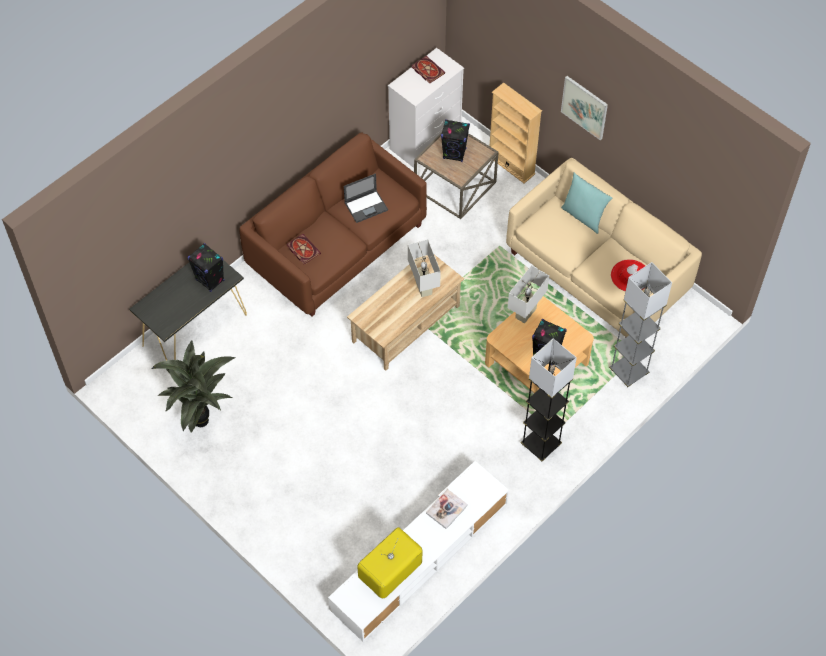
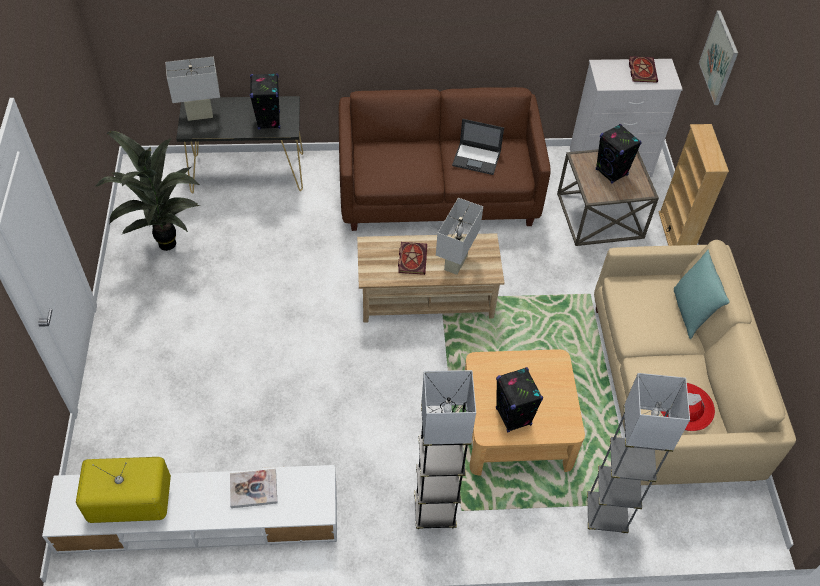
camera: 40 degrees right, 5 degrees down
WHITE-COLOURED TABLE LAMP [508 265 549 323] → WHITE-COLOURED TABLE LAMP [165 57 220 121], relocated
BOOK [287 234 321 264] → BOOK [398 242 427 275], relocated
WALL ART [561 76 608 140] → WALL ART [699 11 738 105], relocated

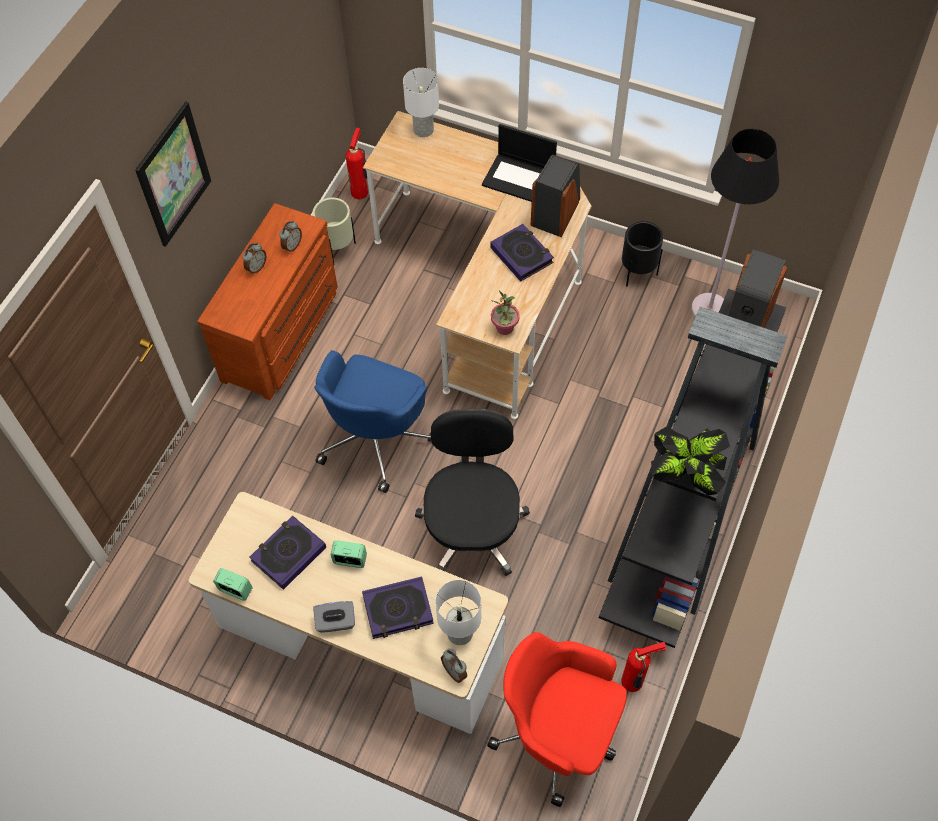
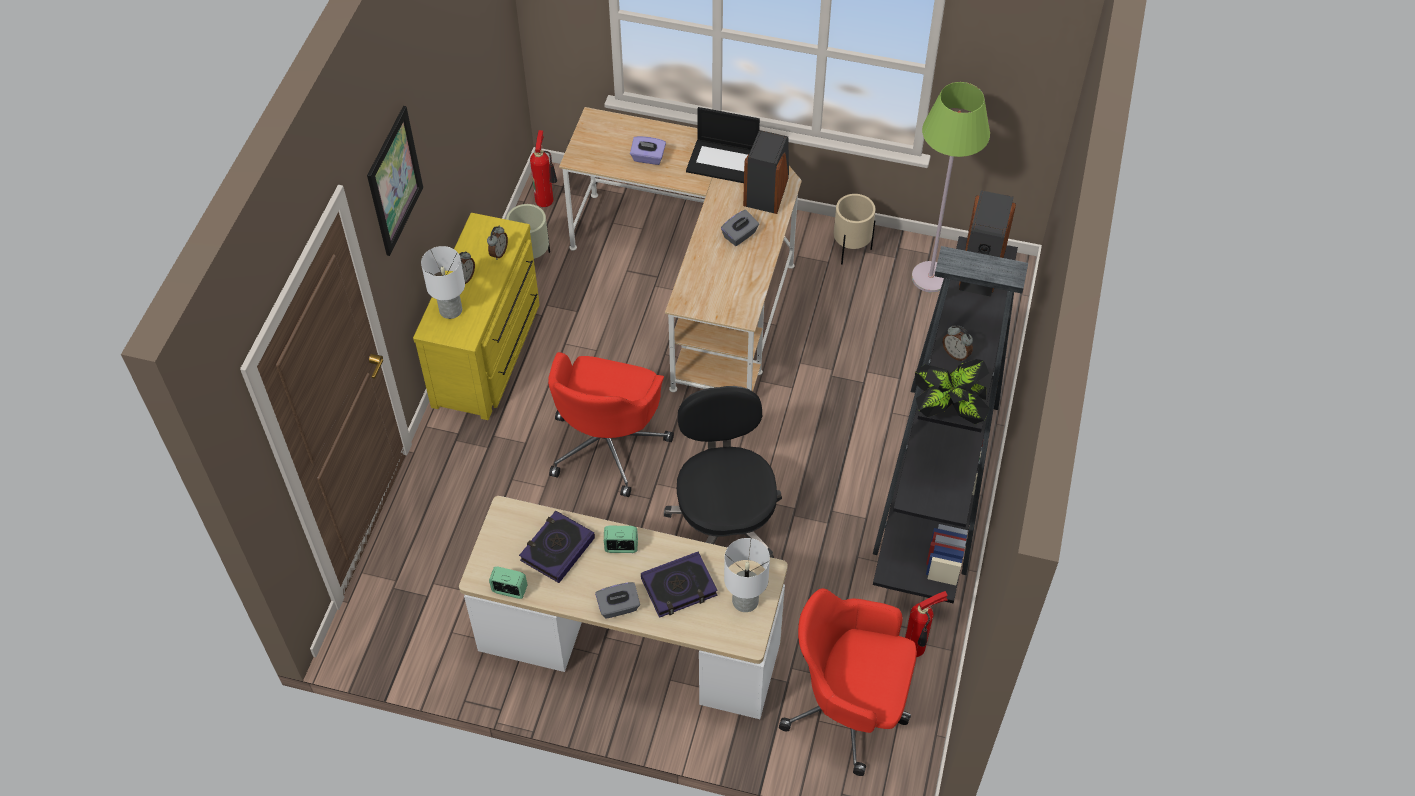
camera: 10 degrees left, 5 degrees down
BROWN DRAWER CHEST [197 203 338 401] → YELLOW-COLOURED DRAWER CHEST [413 213 540 420]
WHITE-COLOURED TABLE LAMP [403 68 439 137] → WHITE-COLOURED TABLE LAMP [421 246 465 319], relocated
BLUE-COLOURED COMPUTER CHAIR [315 350 432 493] → RED COMPUTER CHAIR [548 352 674 497]
- → PURPLE-COLOURED TISSUE HOLDER [630 136 666 165]
BOOK [490 224 554 282] → GRAY TISSUE HOLDER [721 210 759 246]
BLACK PLANTER [622 221 663 286] → BEIGE-COLOURED PLANTER [834 194 875 264]
BLACK STANDING LAMP [691 129 779 317] → GREENISH STANDING LAMP [912 82 990 293]
TABLE CLOCK [441 649 467 683] → TABLE CLOCK [943 326 973 361], relocated
HOUSEPLANT [491 290 520 335] → -

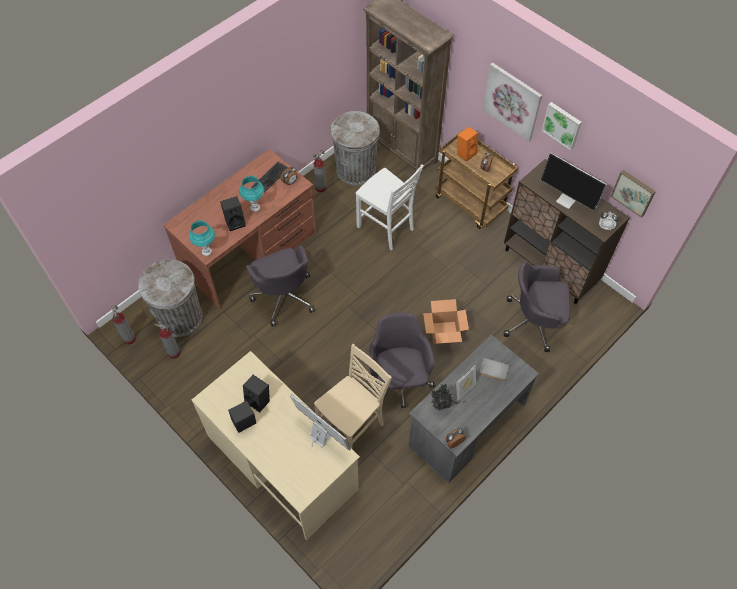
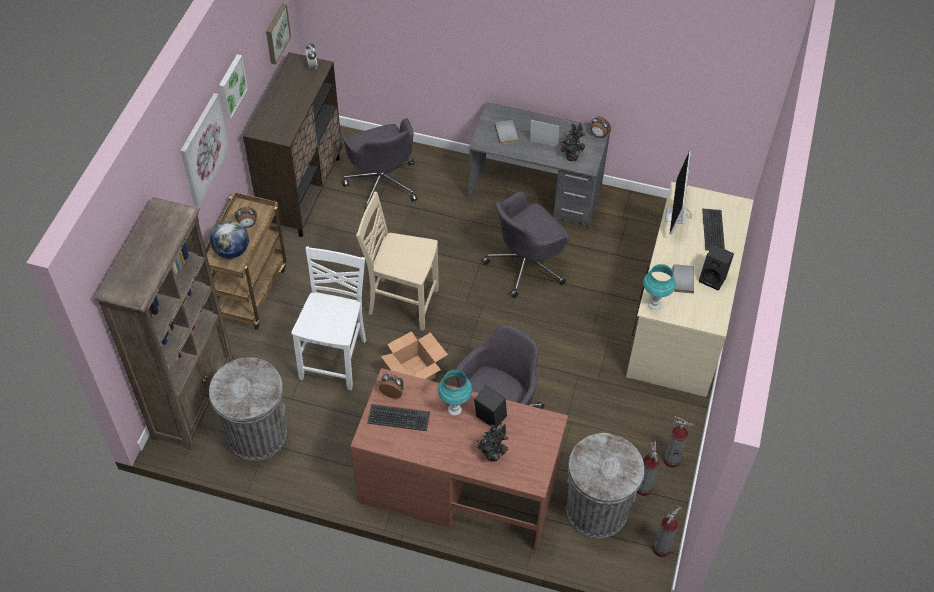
camera: 120 degrees left, 5 degrees down
ORANGE-COLOURED AUDIO SPEAKER [457 127 478 162] → WORLD GLOBE [210 220 249 259]
BEIGE-COLOURED PLAIN CHAIR [314 344 392 448] → BEIGE-COLOURED PLAIN CHAIR [356 192 439 331], relocated
PACKING BOX [423 299 469 344] → PACKING BOX [381 331 448 380], relocated
- → HOUSEPLANT [476 422 508 462]
BLUE-GREEN TABLE LAMP [189 220 215 256] → BLUE-GREEN TABLE LAMP [643 264 676 310], relocated
EXTINGUISHER [313 150 326 192] → EXTINGUISHER [663 416 694 468], relocated
BLACK AUDIO SPEAKER [243 375 270 413] → GRAY BOOK [673 264 694 293]
- → PC KEYBOARD [702 209 725 251]
MONITOR [541 153 607 211] → -

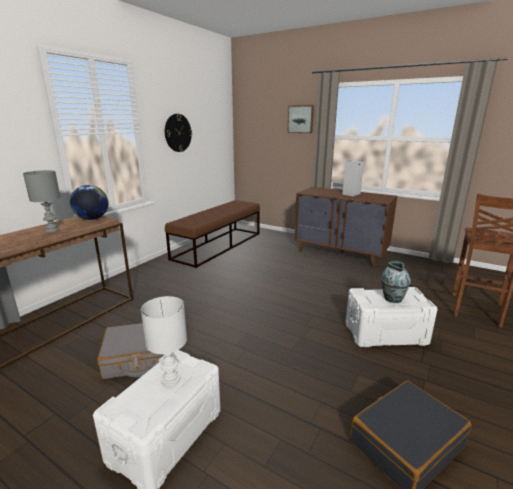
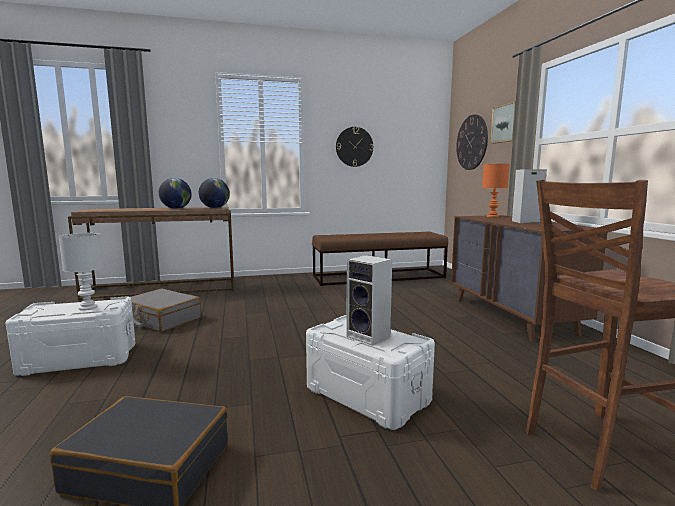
camera: 45 degrees right, 10 degrees down
GRAY TABLE LAMP [23 170 61 232] → WORLD GLOBE [159 178 192 209]
FLOWER VASE [381 261 411 303] → AUDIO SPEAKER [346 255 392 346]
- → WALL CLOCK [456 114 488 170]
- → ORANGE-COLOURED TABLE LAMP [482 164 509 217]

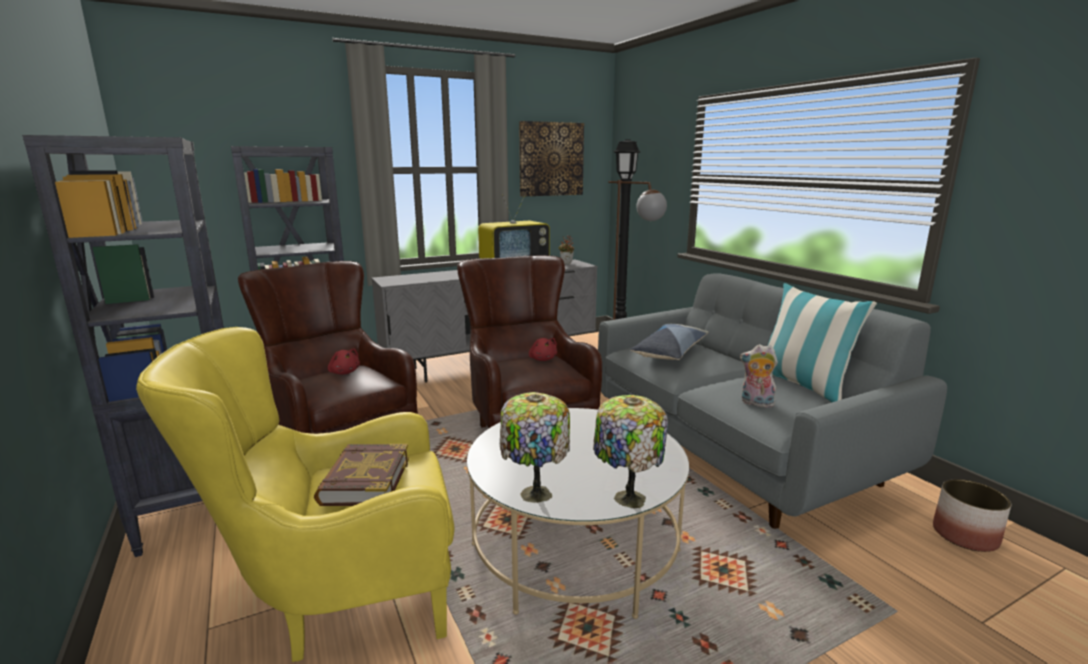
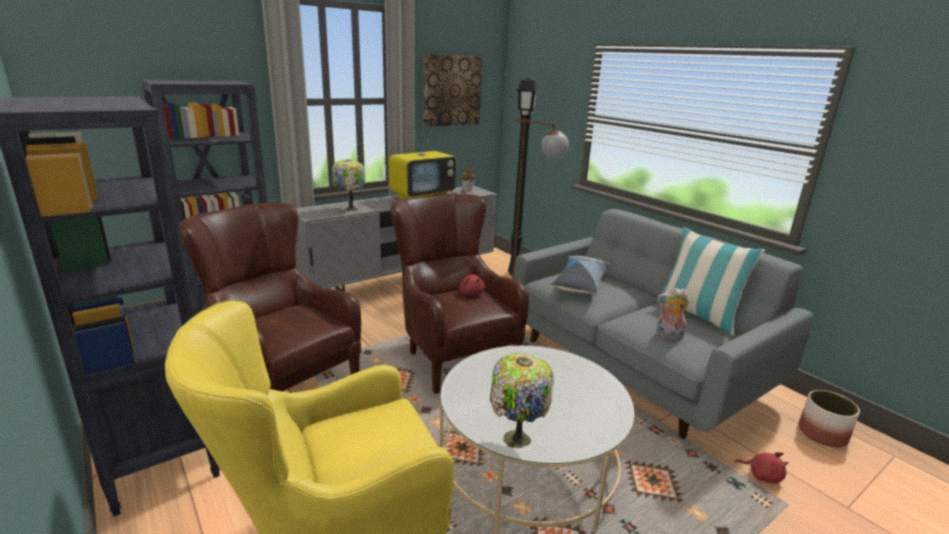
camera: 10 degrees left, 5 degrees up
TABLE LAMP [593 395 668 508] → TABLE LAMP [332 159 364 211], relocated
RED SOFT TOY [328 348 360 375] → RED SOFT TOY [735 452 789 484], relocated
BOOK [314 444 409 506] → -

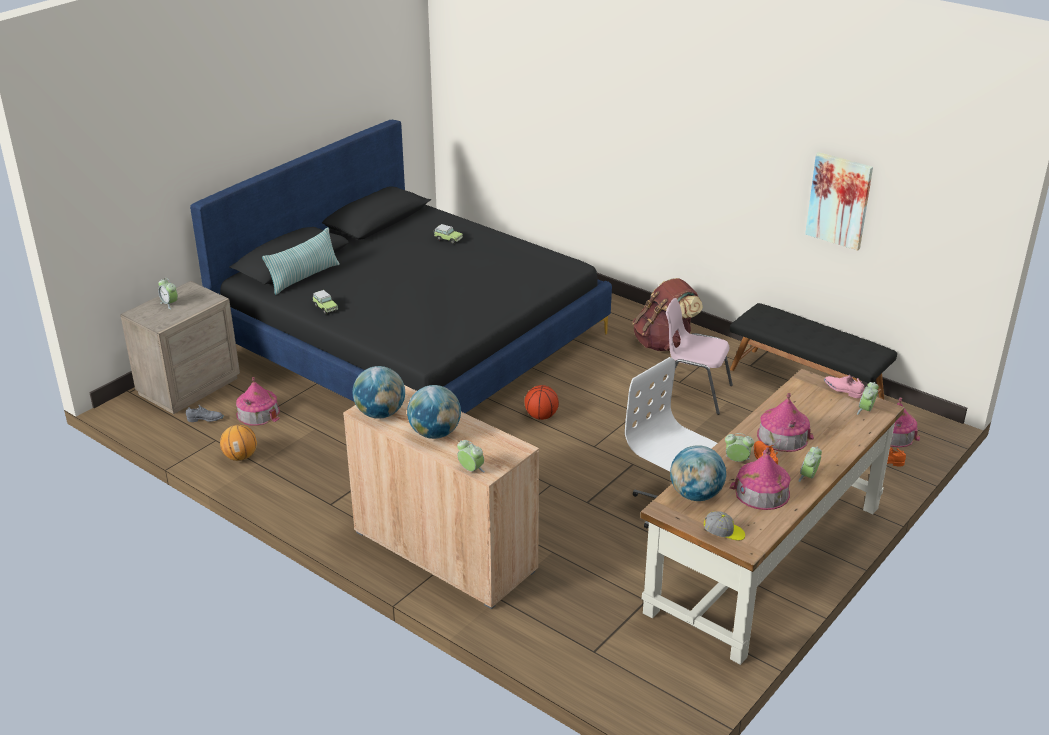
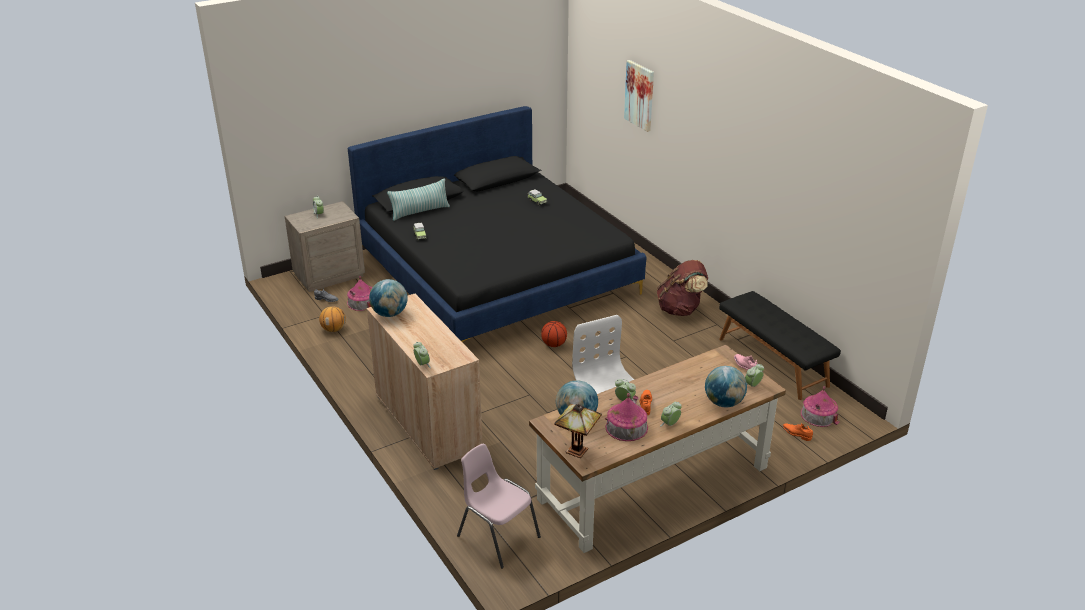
camera: 20 degrees right, 0 degrees up
PINK PLAIN CHAIR [661 298 733 415] → PINK PLAIN CHAIR [457 444 541 569], relocated
CAP [704 511 745 541] → TABLE LAMP [554 404 602 458]
WALL ART [805 152 873 251] → WALL ART [624 60 654 132], relocated
WORLD GLOBE [407 385 461 439] → WORLD GLOBE [705 366 747 407], relocated
MINIATURE HOUSE [757 393 814 452] → -

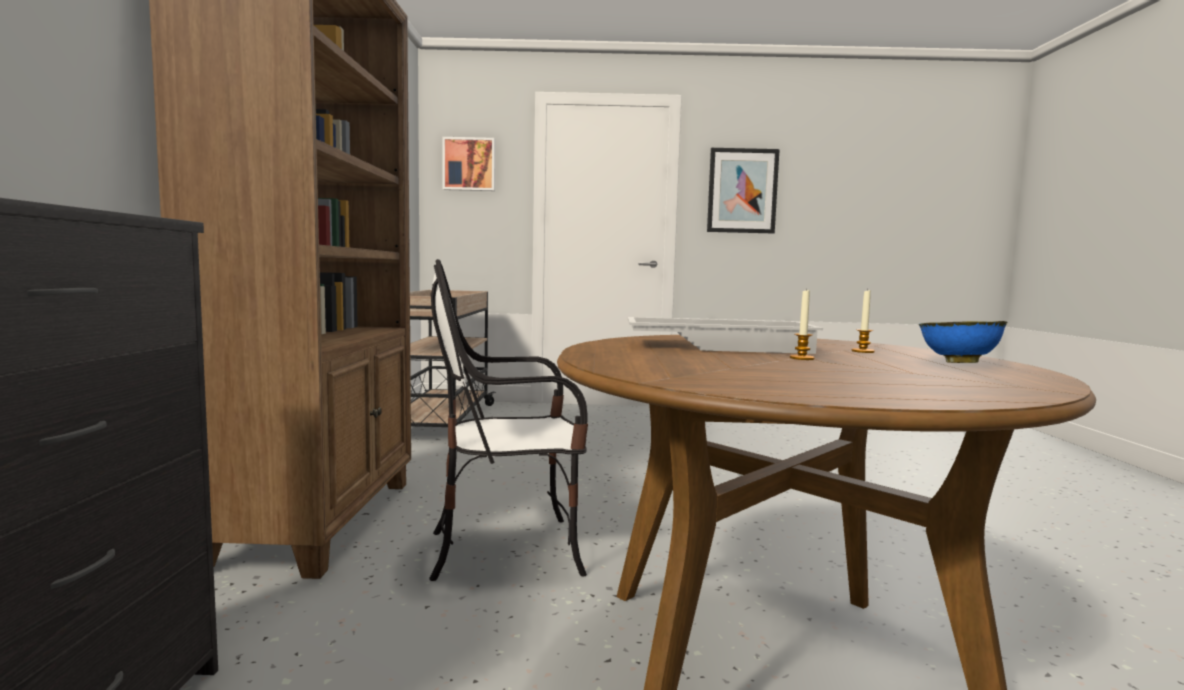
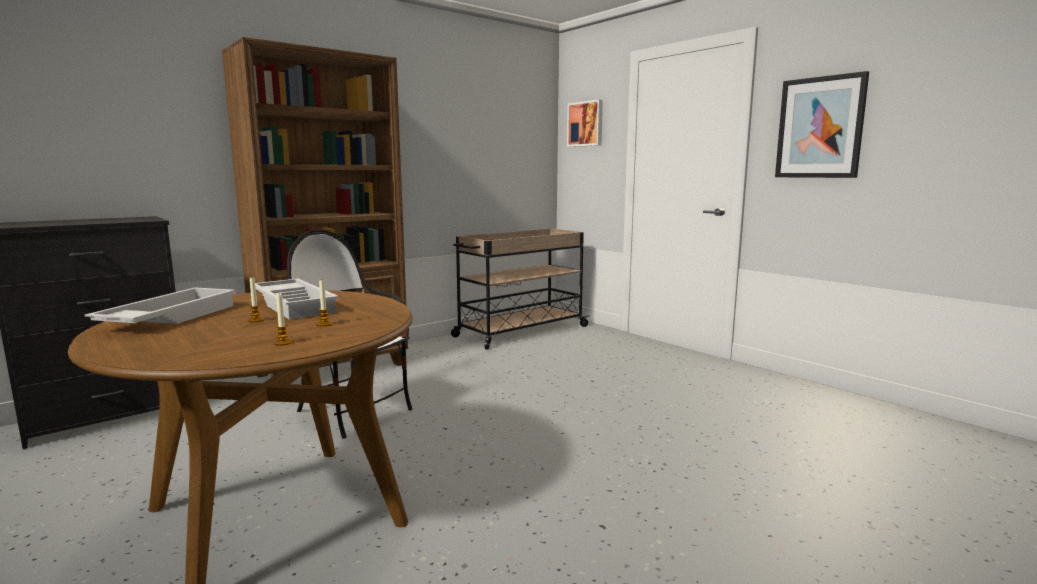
camera: 50 degrees right, 5 degrees up
- → WHITE-COLOURED SERVING TRAY [85 288 236 324]
BLUE-COLOURED DEEP DISH [919 321 1007 363] → WAX LIGHT [274 293 292 346]

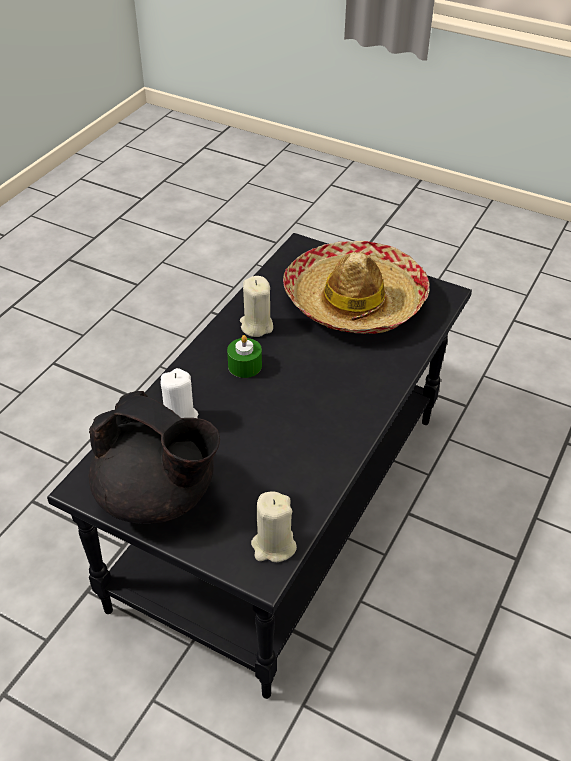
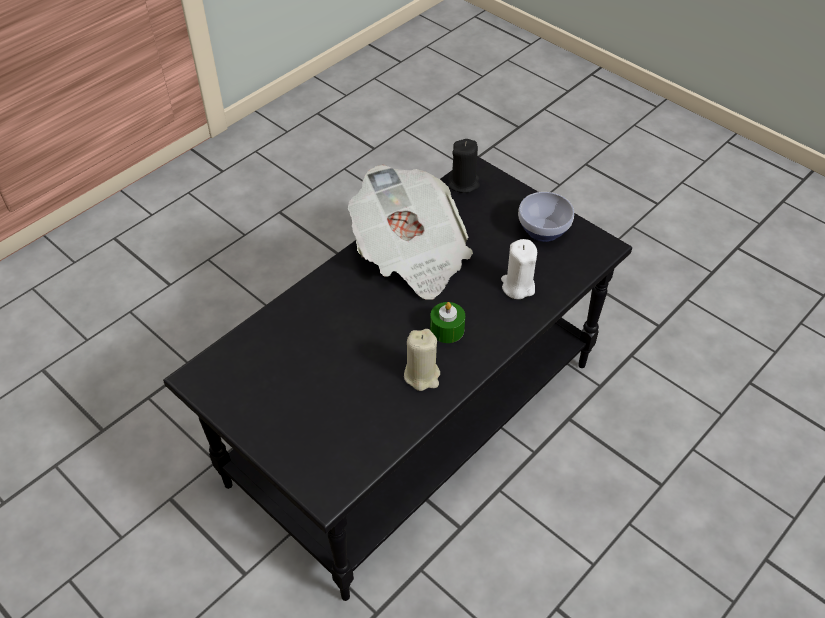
camera: 165 degrees left, 5 degrees up
- → PRINTED PAPER [348 165 473 299]
BEIGE-COLOURED WAX LIGHT [251 491 297 562] → BLACK WAX LIGHT [448 139 480 193]
BLACK TEAPOT [89 391 220 524] → DEEP DISH [518 192 574 242]
HAT [283 241 430 334] → -

